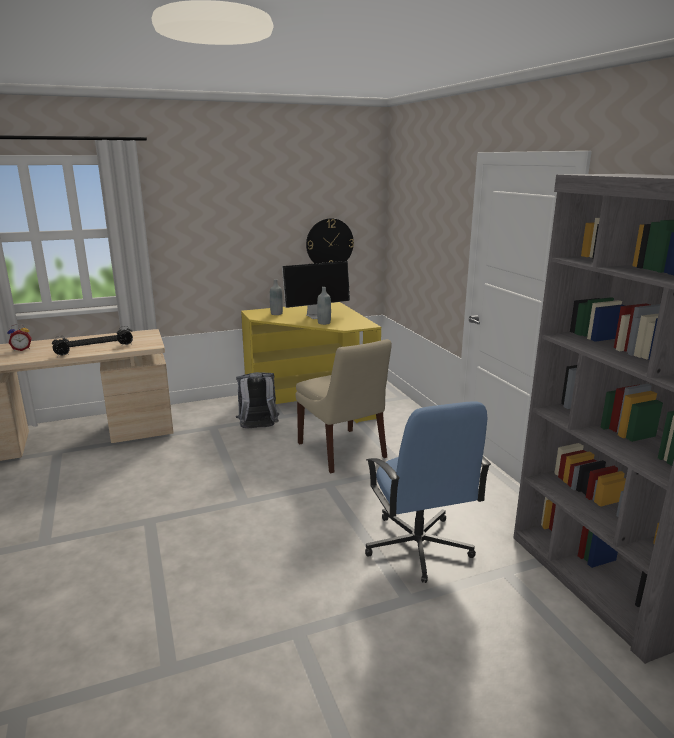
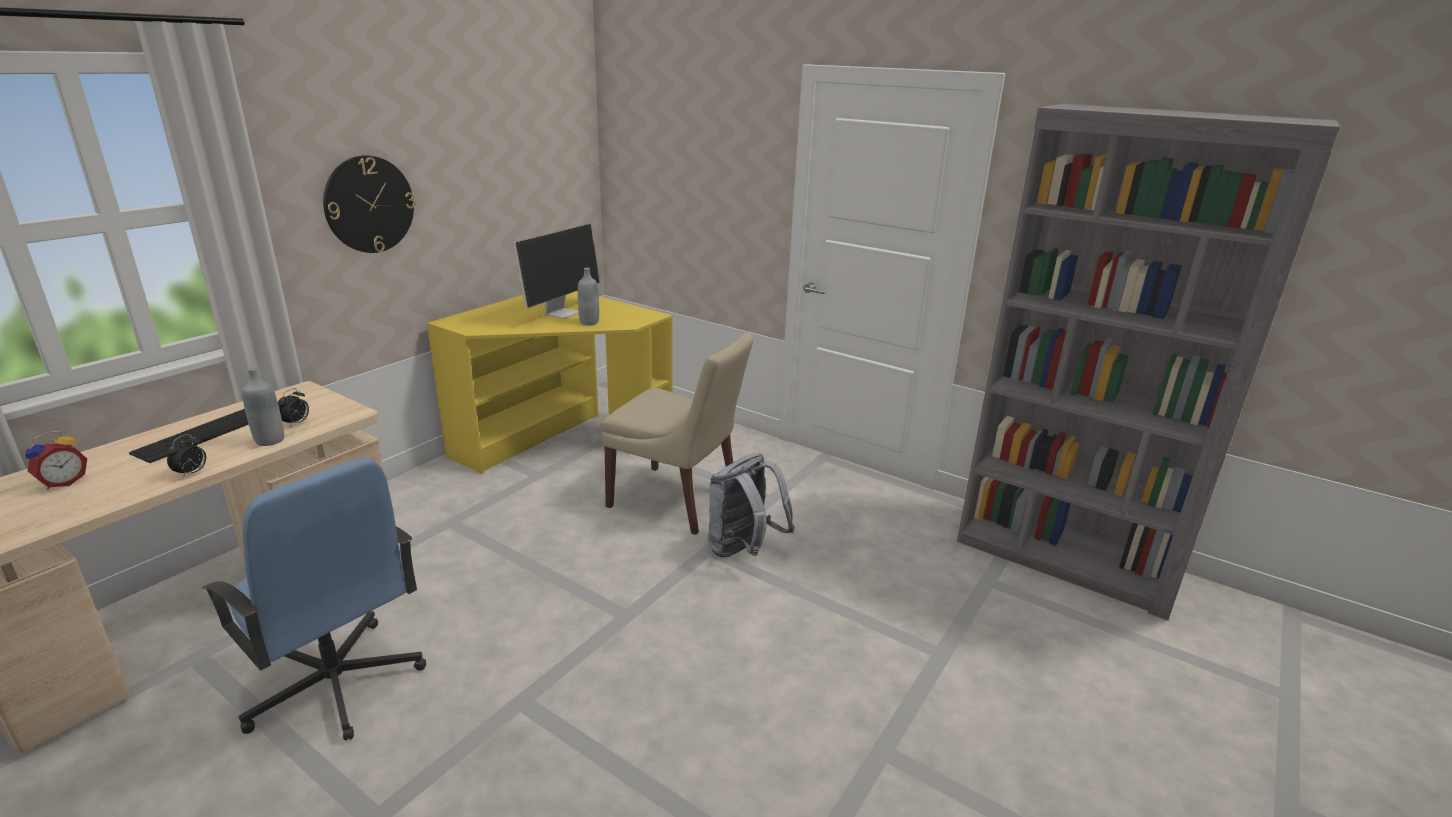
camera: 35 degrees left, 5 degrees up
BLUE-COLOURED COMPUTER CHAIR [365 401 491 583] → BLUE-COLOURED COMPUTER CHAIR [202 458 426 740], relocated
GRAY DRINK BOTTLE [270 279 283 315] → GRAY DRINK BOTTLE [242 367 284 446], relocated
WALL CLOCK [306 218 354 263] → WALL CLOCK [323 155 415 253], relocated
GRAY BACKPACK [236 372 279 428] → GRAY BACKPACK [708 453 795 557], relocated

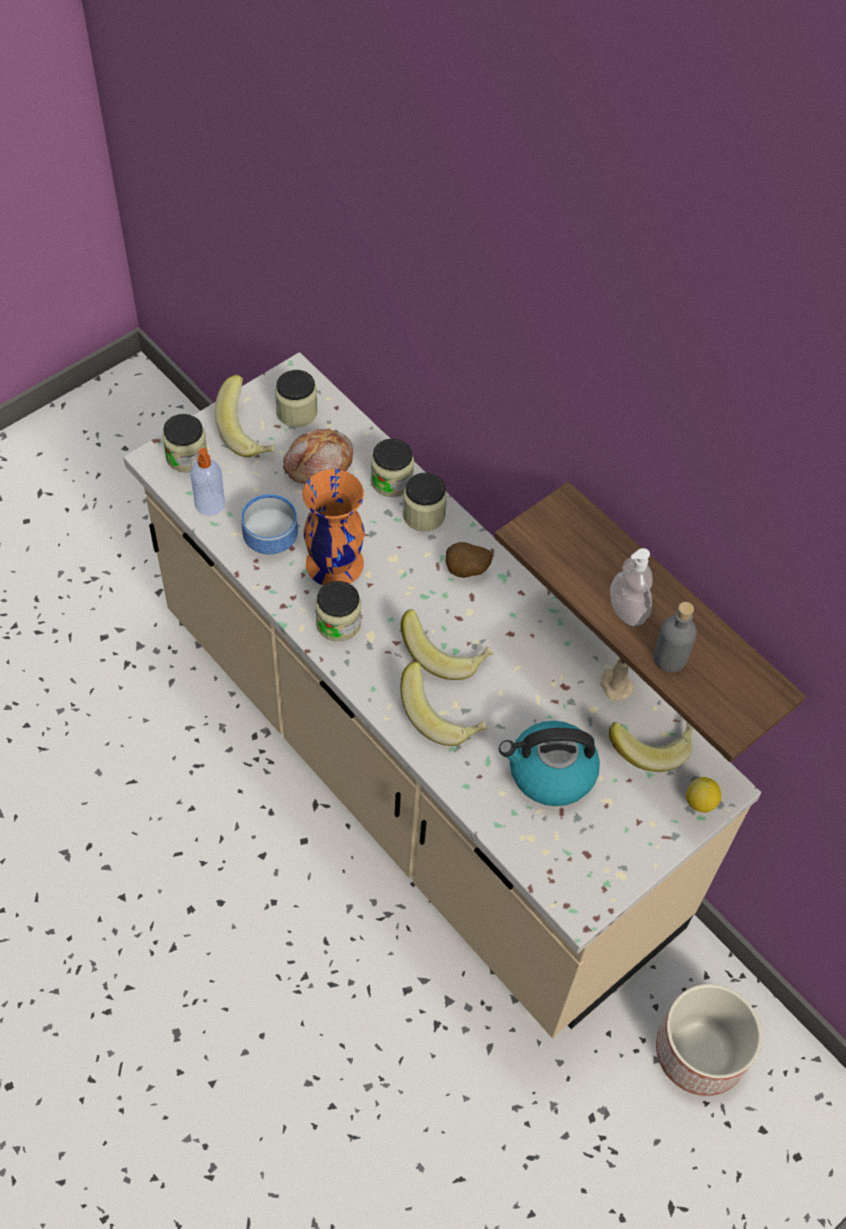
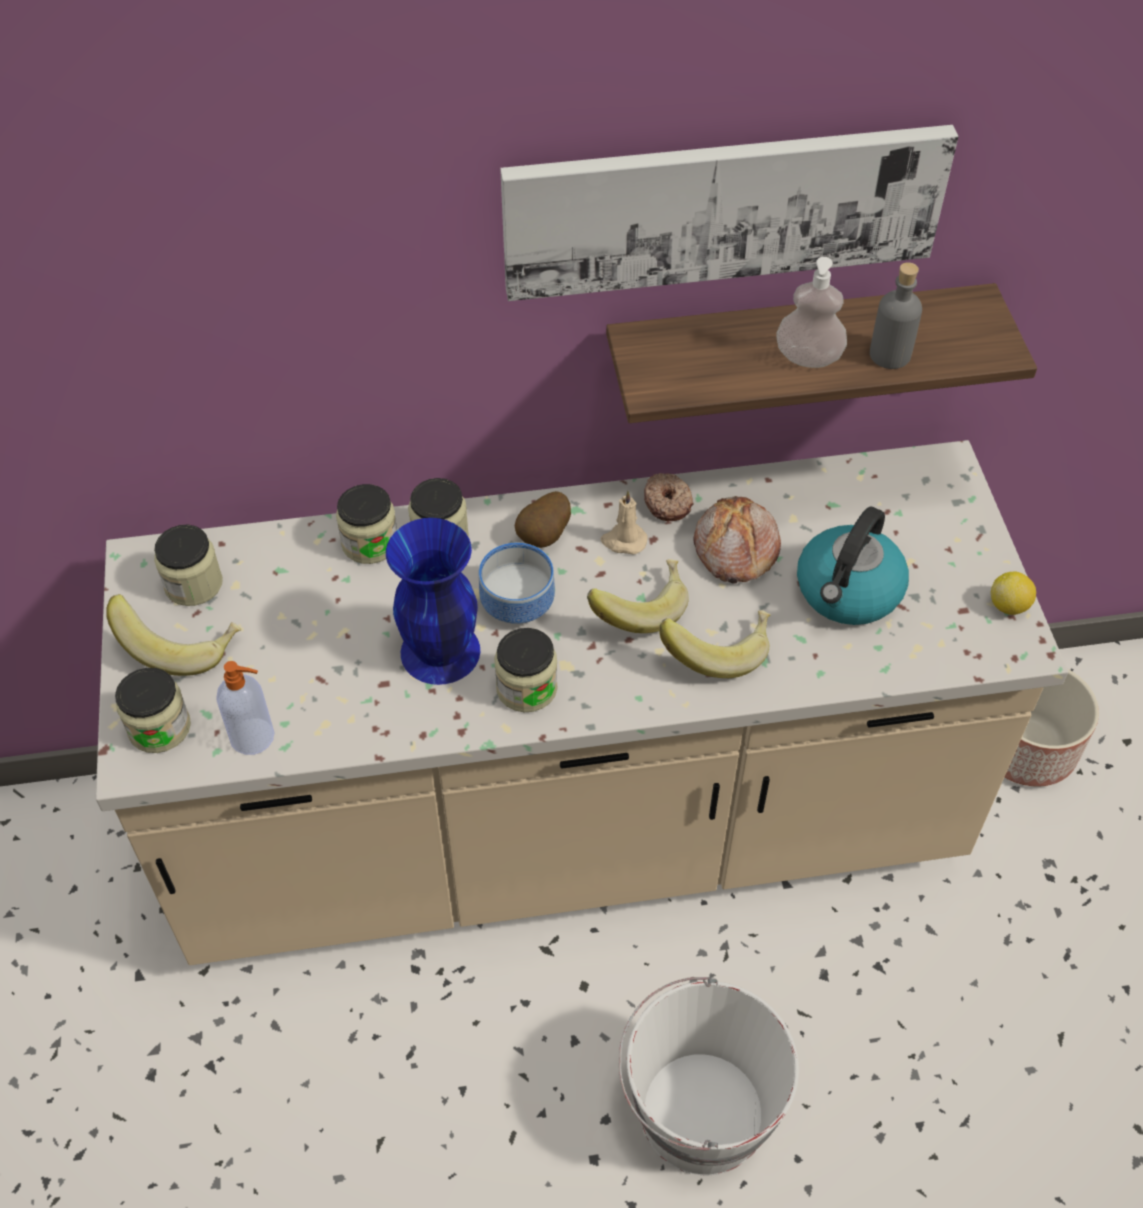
camera: 55 degrees left, 5 degrees down
ORANGE-COLOURED FLOWER VASE [303 469 365 586] → BLUE-COLOURED FLOWER VASE [386 518 480 685]
DEEP DISH [241 494 298 555] → DEEP DISH [479 543 555 624], relocated
- → WALL ART [500 125 958 301]
BEIGE-COLOURED WAX LIGHT [600 657 634 701] → BEIGE-COLOURED WAX LIGHT [601 491 647 554], relocated
- → WHITE-COLOURED WATER BUCKET [619 977 799 1175]
- → DONUT [644 473 694 521]
BAKED BREAD [283 429 353 484] → BAKED BREAD [693 496 781 584], relocated
WHOLE LEMON [686 777 721 813] → WHOLE LEMON [991 571 1036 615], relocated
BANANA [609 722 693 772] → -

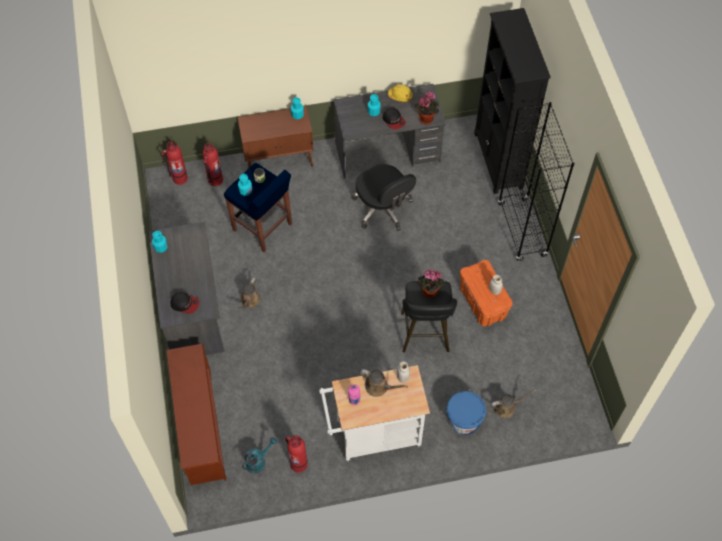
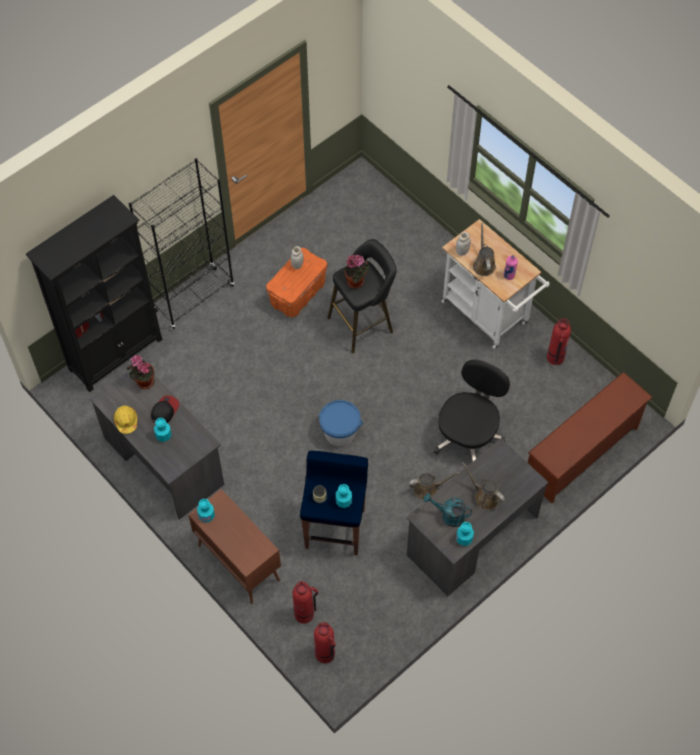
camera: 120 degrees left, 0 degrees up
BLUE-COLOURED WATER BUCKET [447 391 486 435] → BLUE-COLOURED WATER BUCKET [319 400 363 446], relocated
BLUE-GREEN WATERING POT [242 437 277 473] → BLUE-GREEN WATERING POT [424 493 472 527], relocated
BLACK COMPUTER CHAIR [352 164 416 231] → BLACK COMPUTER CHAIR [434 359 510 462], relocated
BROWN WATERING POT [491 390 537 418] → BROWN WATERING POT [462 462 505 510], relocated
CAP [170 292 200 314] → -

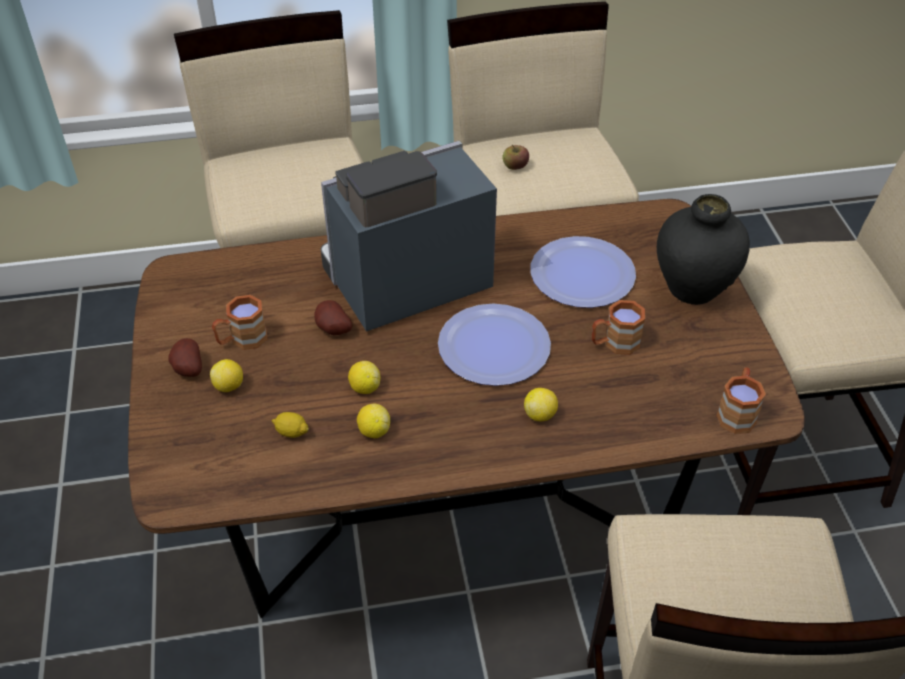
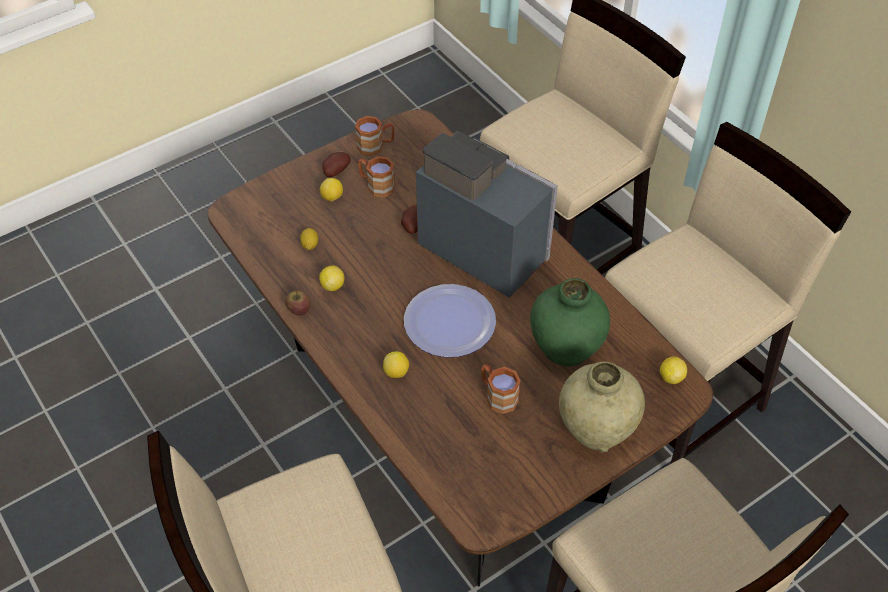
camera: 65 degrees right, 5 degrees up
WHOLE APPLE [503 145 529 170] → WHOLE APPLE [285 291 311 316], relocated
BROWN TEA MUG [716 367 766 434] → BROWN TEA MUG [355 116 394 156], relocated
DINNER PLATE [530 236 636 308] → GREENISH FLOWER VASE [530 278 610 366]
BLACK FLOWER VASE [657 194 750 305] → BEIGE-COLOURED FLOWER VASE [559 361 645 453]
WHOLE LEMON [348 361 380 394] → WHOLE LEMON [660 356 687 384], relocated

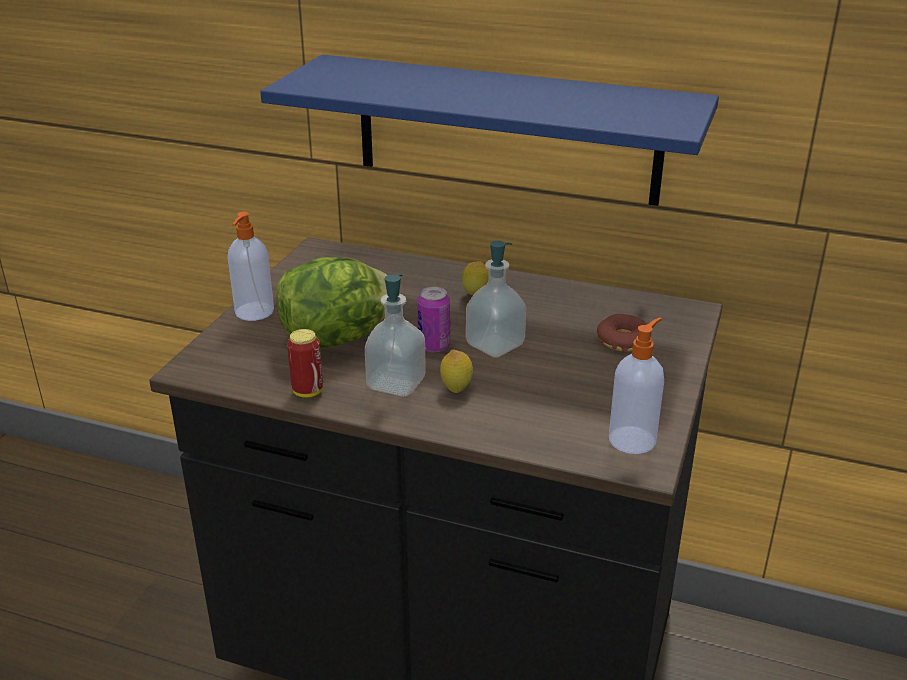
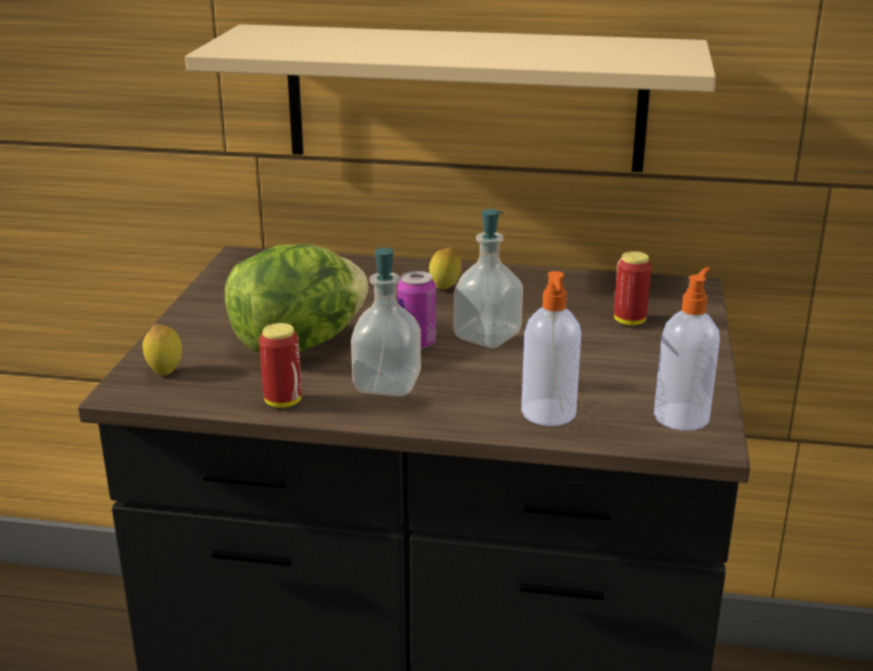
camera: 10 degrees left, 5 degrees down
WHOLE LEMON [440 349 473 393] → WHOLE LEMON [142 324 182 376], relocated
BLUE-COLOURED WALL SHELF [260 55 719 206] → BEIGE-COLOURED WALL SHELF [185 24 716 172]
SOAP BOTTLE [228 212 274 321] → SOAP BOTTLE [521 271 581 426], relocated
DONUT [597 314 651 353] → SEALED CAN [614 251 652 325]

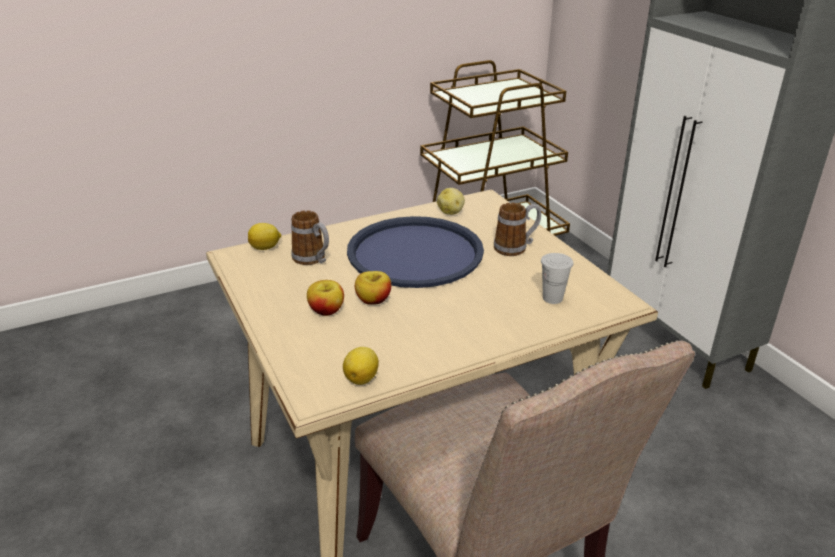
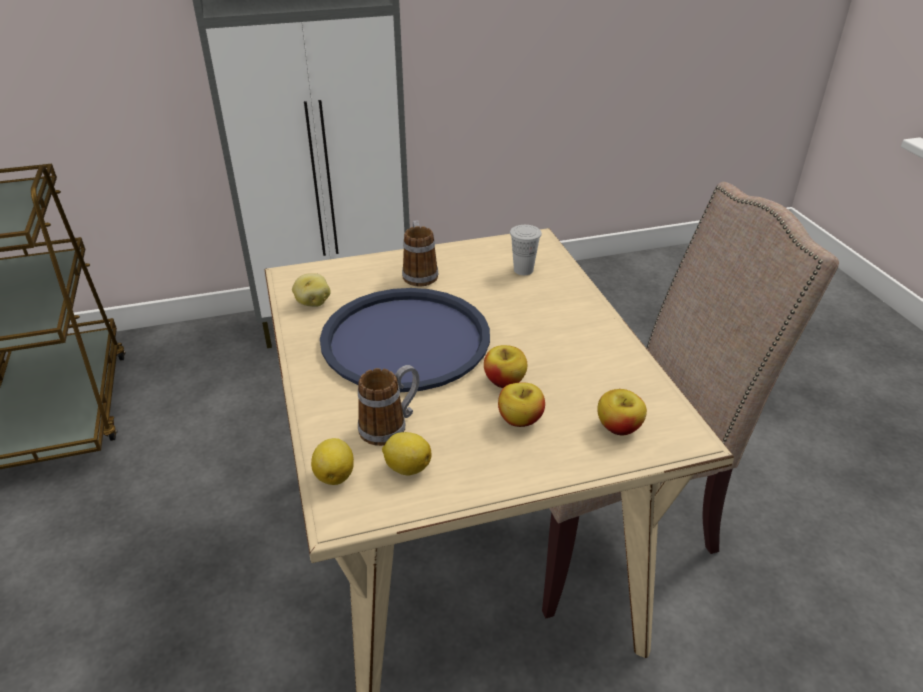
camera: 80 degrees left, 5 degrees up
WHOLE LEMON [343 347 379 385] → WHOLE LEMON [382 432 431 475], relocated
- → WHOLE APPLE [597 389 647 436]

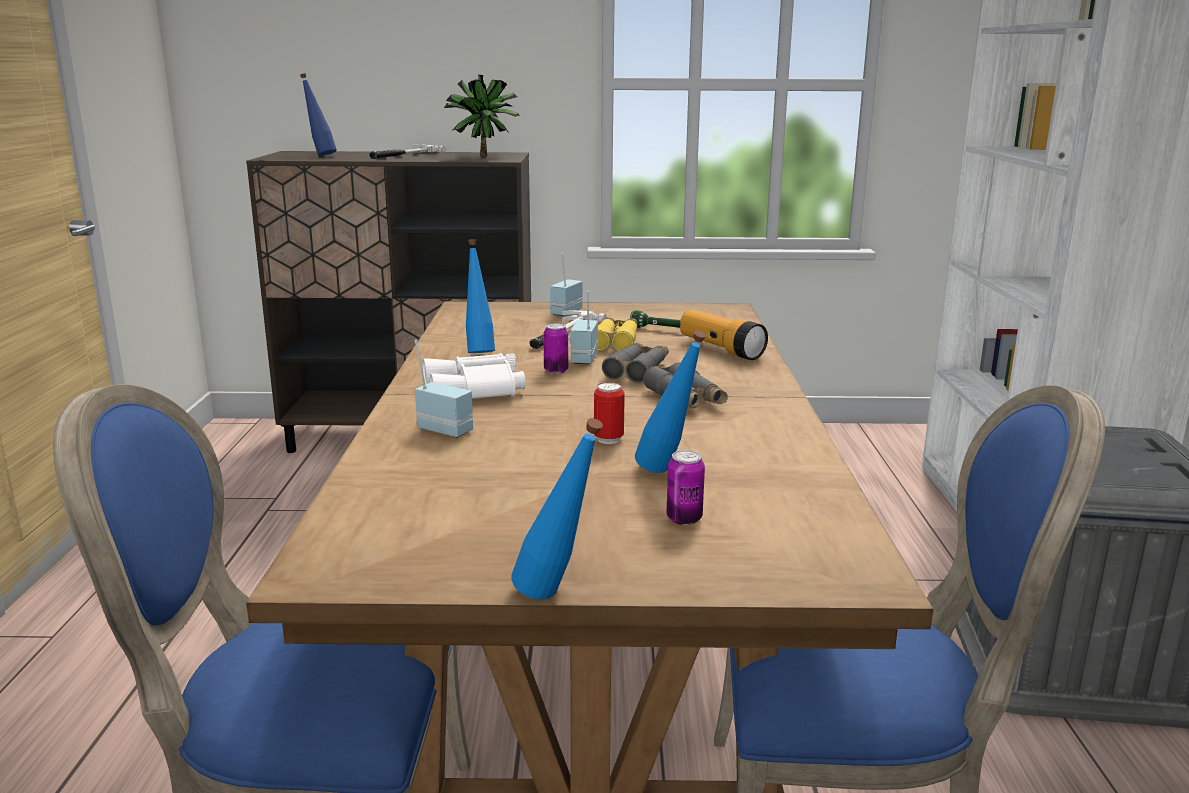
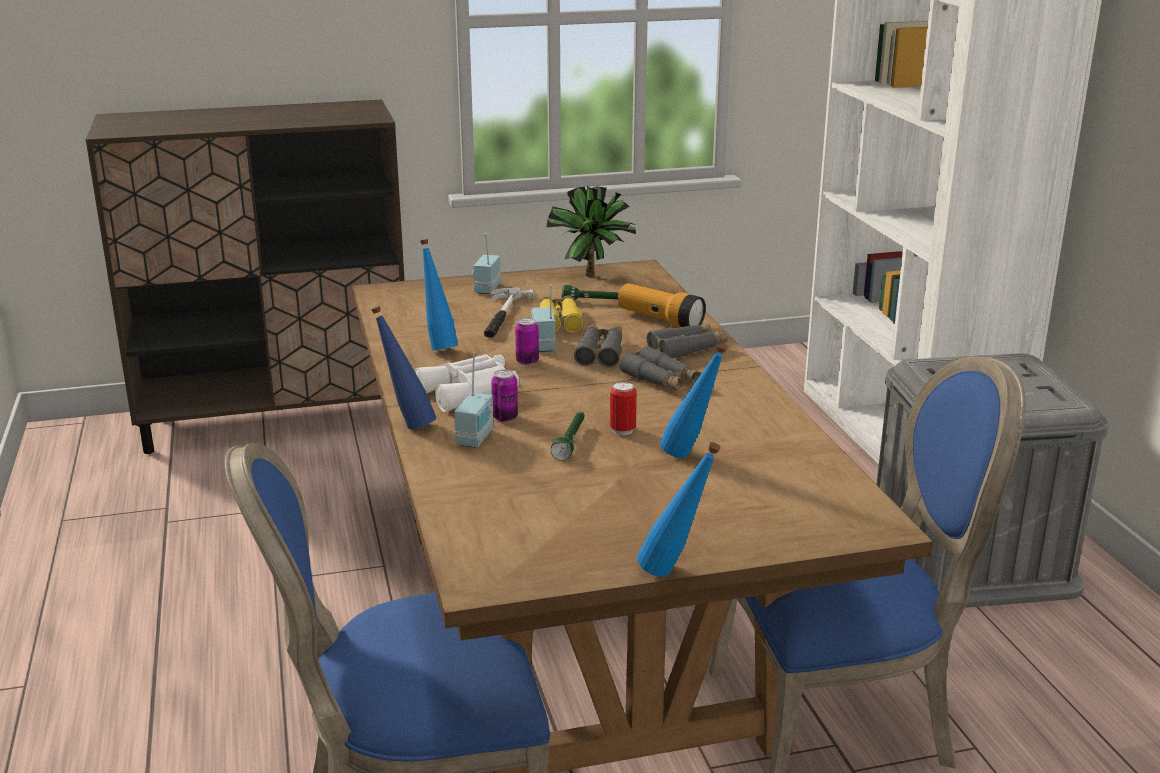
camera: 15 degrees left, 5 degrees up
BLUE-COLOURED DRINK BOTTLE [300 73 337 156] → BLUE-COLOURED DRINK BOTTLE [371 306 436 429], relocated
RADIO SET [414 340 473 438] → RADIO SET [454 352 493 448], 90 degrees clockwise
SEALED CAN [666 450 705 525] → SEALED CAN [491 369 518 422], relocated
HOUSEPLANT [444 75 520 156] → HOUSEPLANT [547 185 636 277], relocated
- → GREENISH TORCH [551 411 585 461]
- → GRAY PAIR OF BINOCULARS [646 324 728 358]
HAND HAMMER [369 144 446 159] → -

